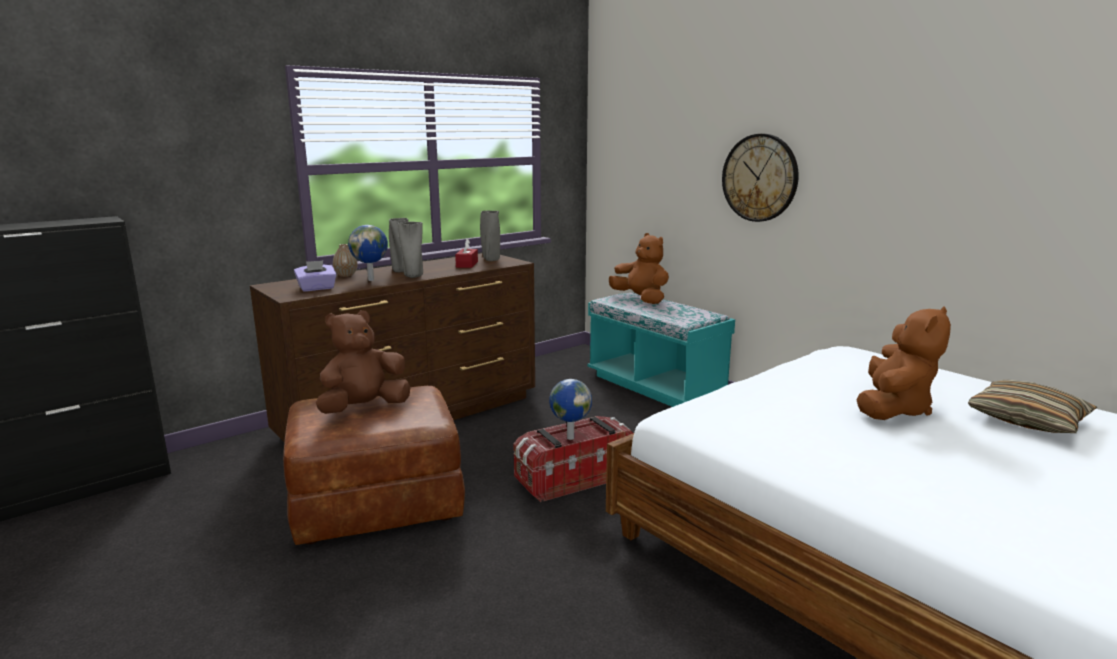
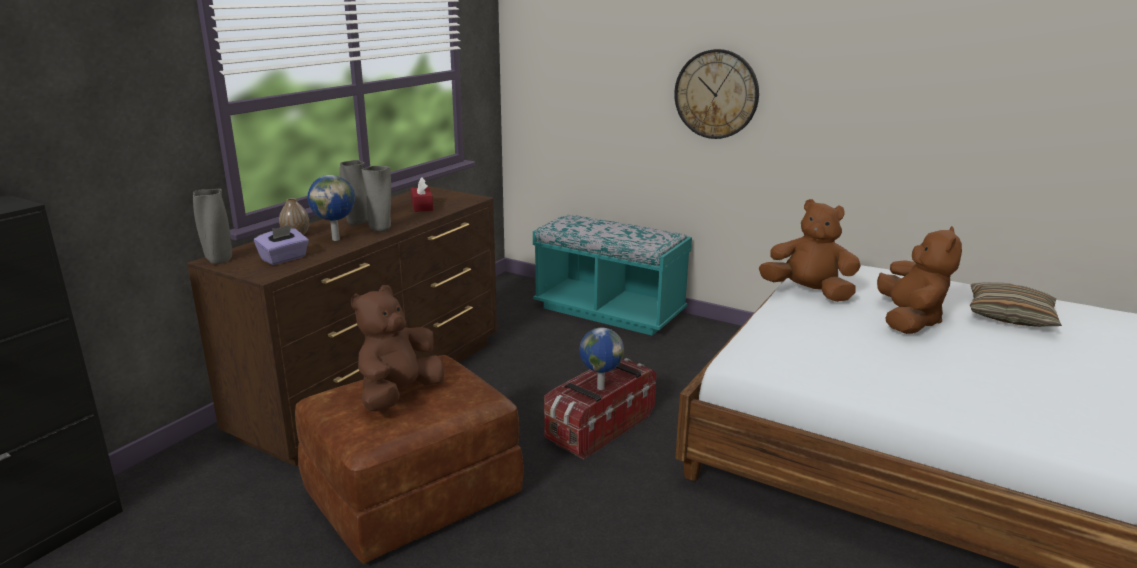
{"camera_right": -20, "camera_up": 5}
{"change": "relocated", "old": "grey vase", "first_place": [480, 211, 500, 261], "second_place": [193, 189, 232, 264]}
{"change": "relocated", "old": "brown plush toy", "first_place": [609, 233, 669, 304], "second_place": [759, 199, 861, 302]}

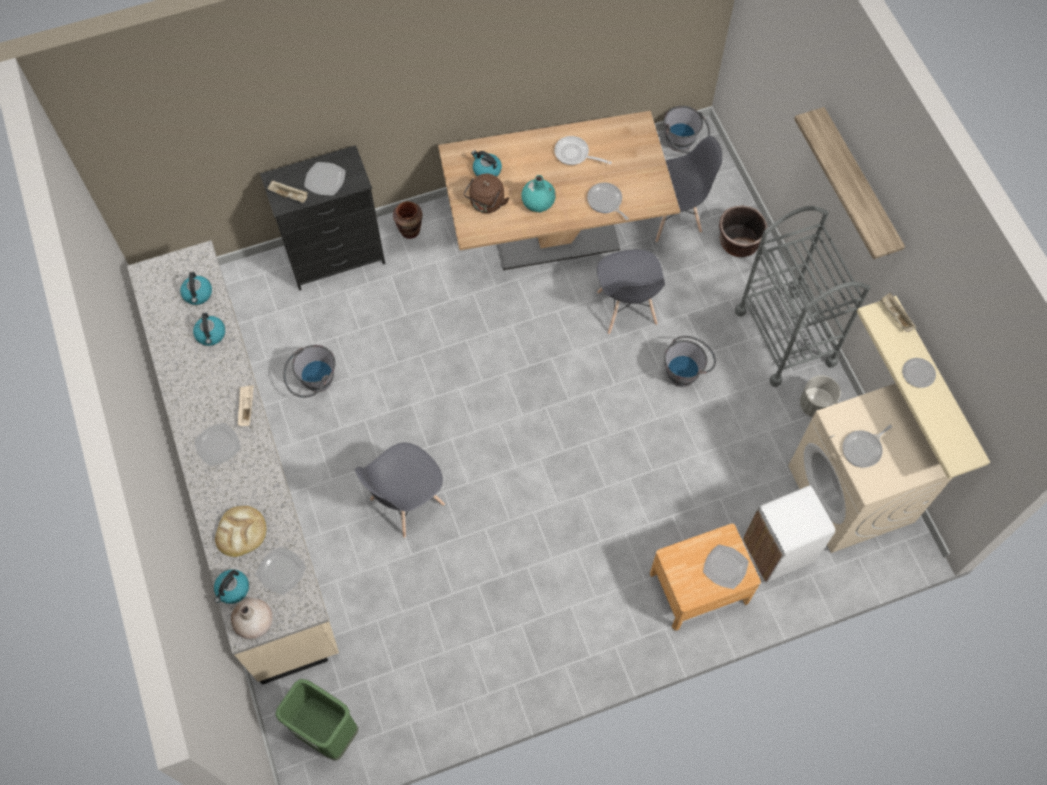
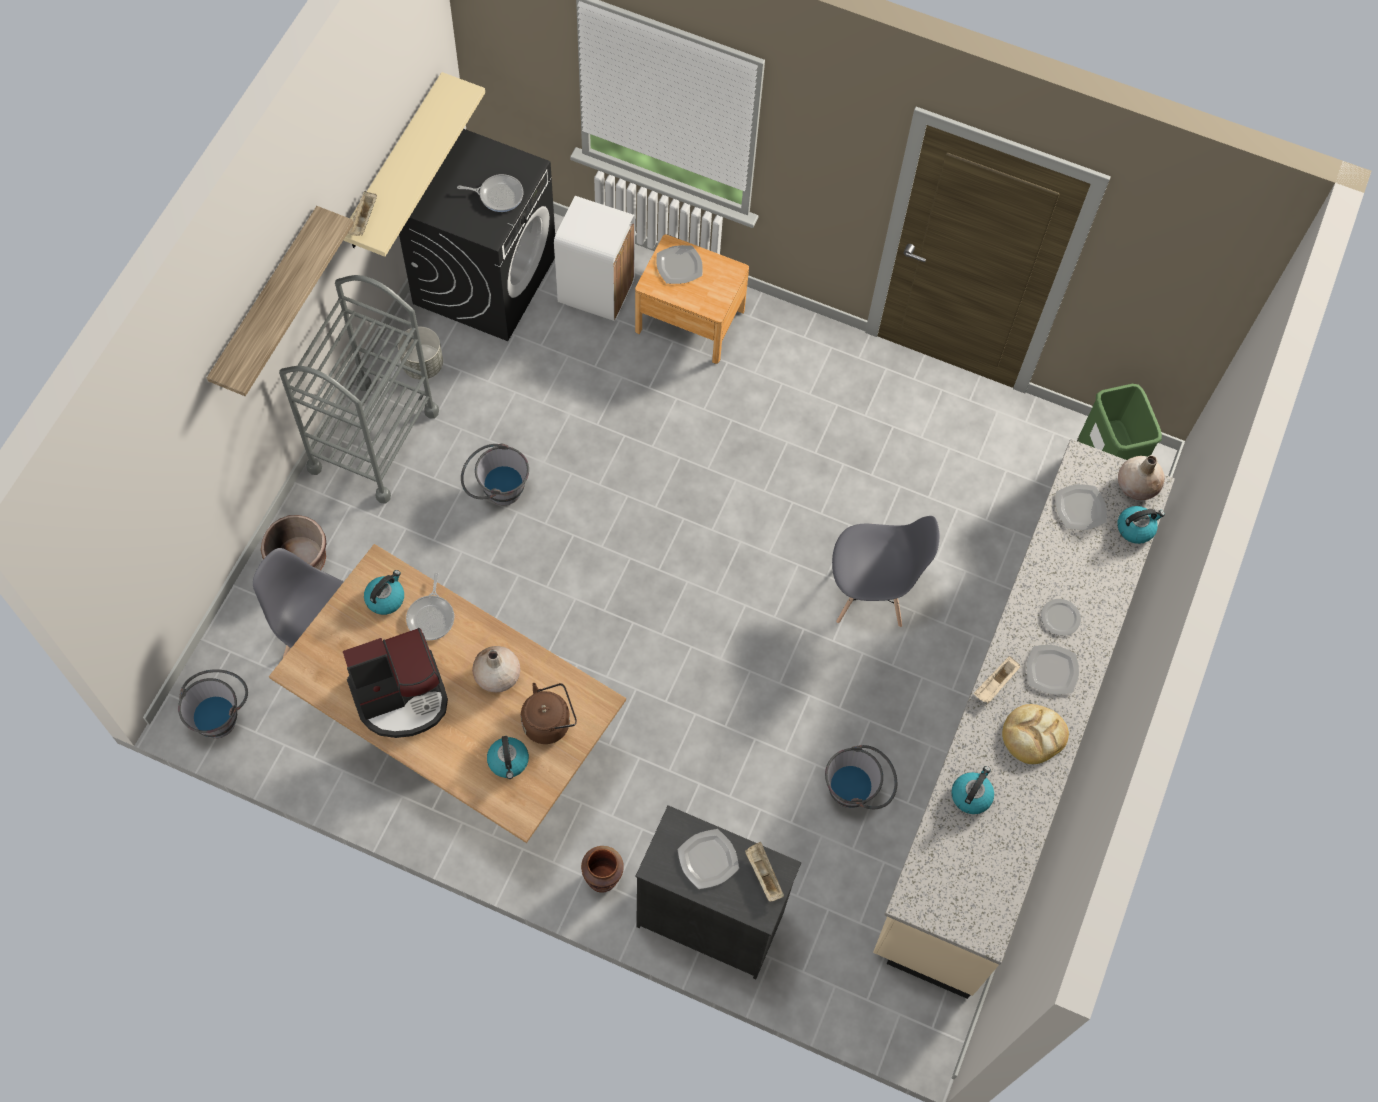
{"camera_right": -140, "camera_up": 0}
{"change": "relocated", "old": "kettle", "first_place": [180, 272, 212, 305], "second_place": [364, 570, 404, 615]}
{"change": "relocated", "old": "bread", "first_place": [215, 506, 267, 557], "second_place": [1002, 704, 1069, 764]}
{"change": "colour", "old": "turquoise vase", "new": "beige vase", "first_place": [522, 175, 556, 212], "second_place": [472, 646, 520, 692]}
{"change": "exchanged", "old": "frying pan", "new": "coffee machine", "first_place": [554, 136, 612, 165], "second_place": [343, 628, 448, 738]}
{"change": "missing", "old": "grey chair", "first_place": [597, 249, 665, 334]}
{"change": "colour", "old": "beige washing machine", "new": "black washing machine", "first_place": [788, 383, 952, 553], "second_place": [399, 129, 555, 341]}
{"change": "relocated", "old": "plate", "first_place": [902, 358, 936, 388], "second_place": [1041, 599, 1081, 636]}

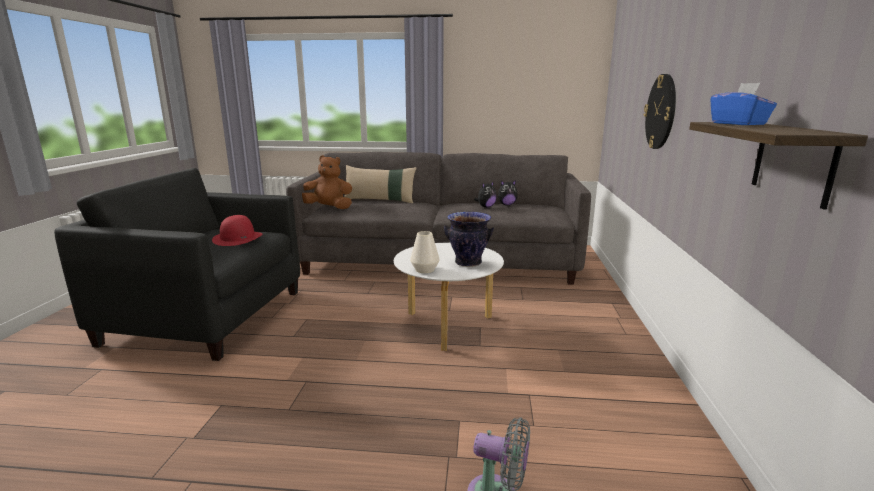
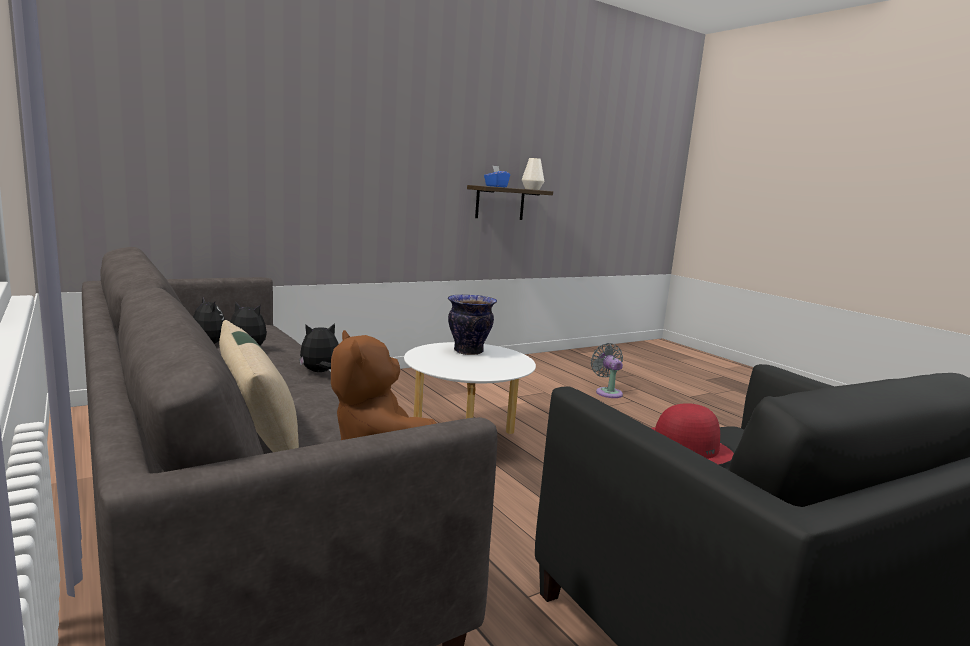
{"camera_right": -130, "camera_up": -5}
{"change": "relocated", "old": "white vase", "first_place": [410, 231, 440, 273], "second_place": [522, 158, 544, 190]}
{"change": "missing", "old": "wall clock", "first_place": [644, 74, 676, 149]}
{"change": "appeared", "new": "plush toy", "second_place": [299, 323, 339, 372]}

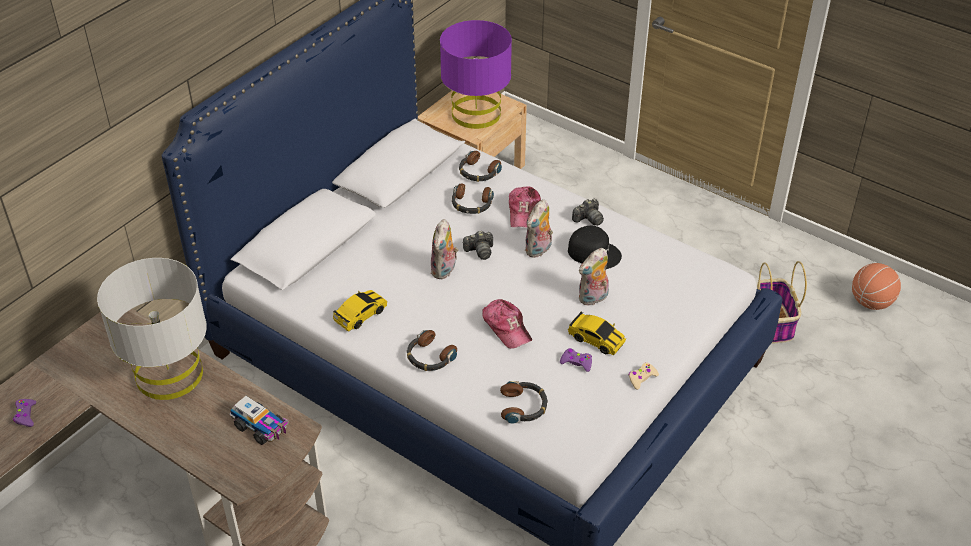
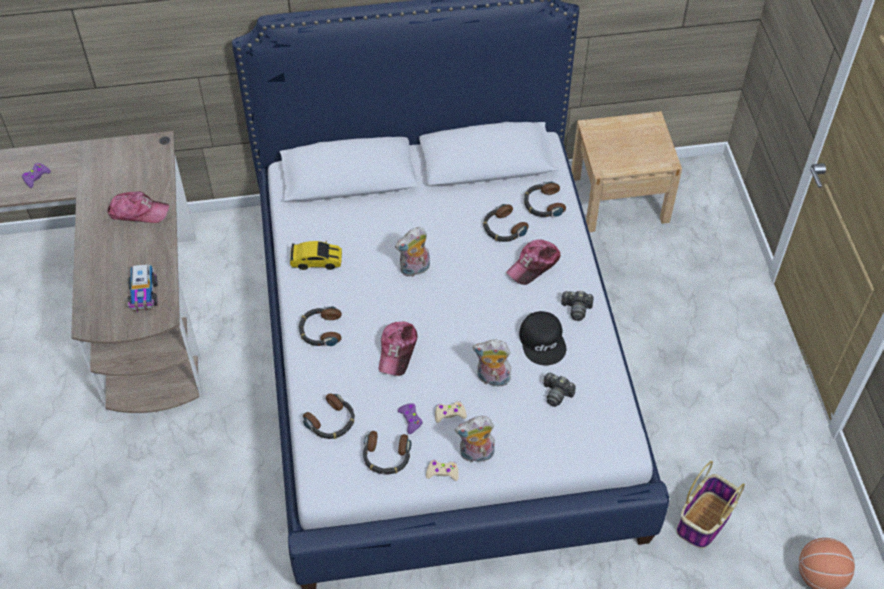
{"camera_right": 45, "camera_up": 10}
{"change": "exchanged", "old": "grey table lamp", "new": "cap", "first_place": [97, 258, 207, 400], "second_place": [107, 191, 169, 223]}
{"change": "missing", "old": "purple table lamp", "first_place": [440, 20, 512, 129]}
{"change": "relocated", "old": "photo camera", "first_place": [462, 231, 493, 260], "second_place": [544, 373, 576, 407]}
{"change": "relocated", "old": "plush toy", "first_place": [525, 199, 553, 258], "second_place": [455, 416, 495, 462]}
{"change": "exchanged", "old": "toy car", "new": "beige game controller", "first_place": [568, 312, 626, 355], "second_place": [435, 401, 467, 423]}
{"change": "appeared", "new": "headphones", "second_place": [363, 431, 412, 474]}

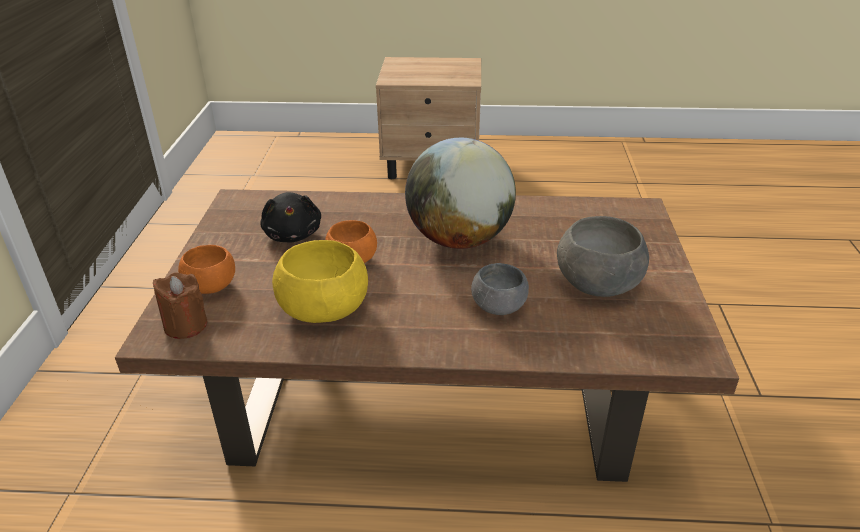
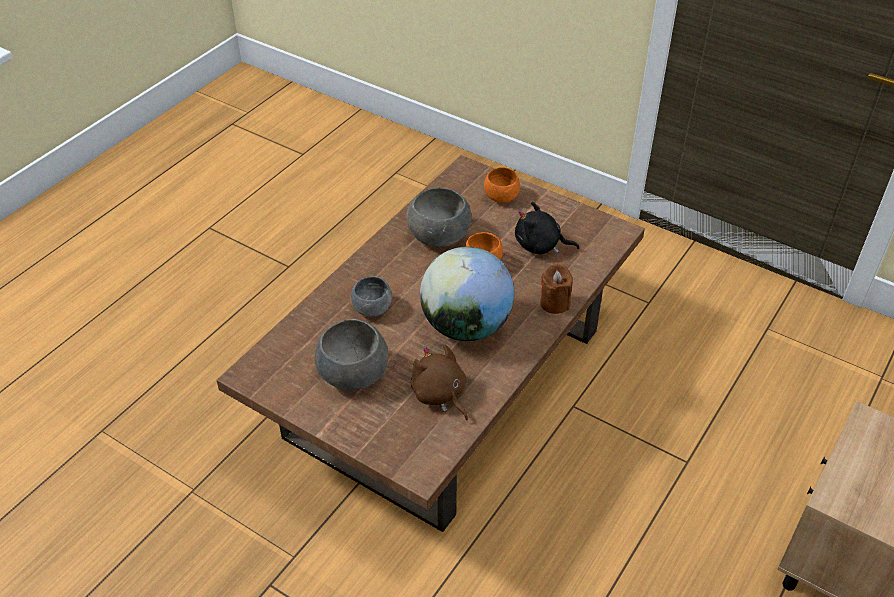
{"camera_right": 120, "camera_up": 10}
{"change": "relocated", "old": "brown candle", "first_place": [153, 272, 207, 339], "second_place": [540, 264, 573, 314]}
{"change": "colour", "old": "yellow bowl", "new": "grey bowl", "first_place": [272, 240, 368, 323], "second_place": [406, 188, 471, 247]}
{"change": "appeared", "new": "brown plush toy", "second_place": [411, 344, 468, 420]}

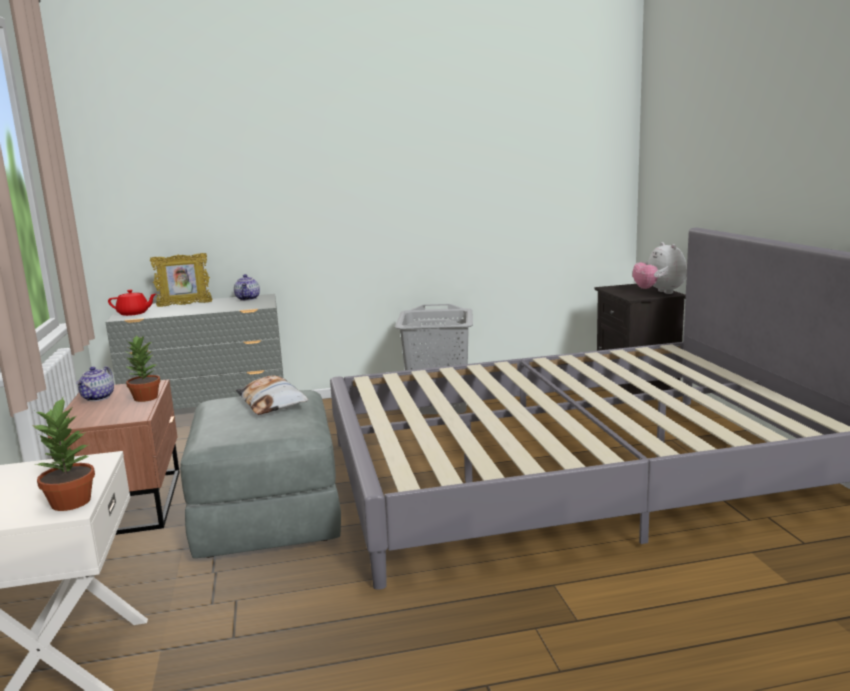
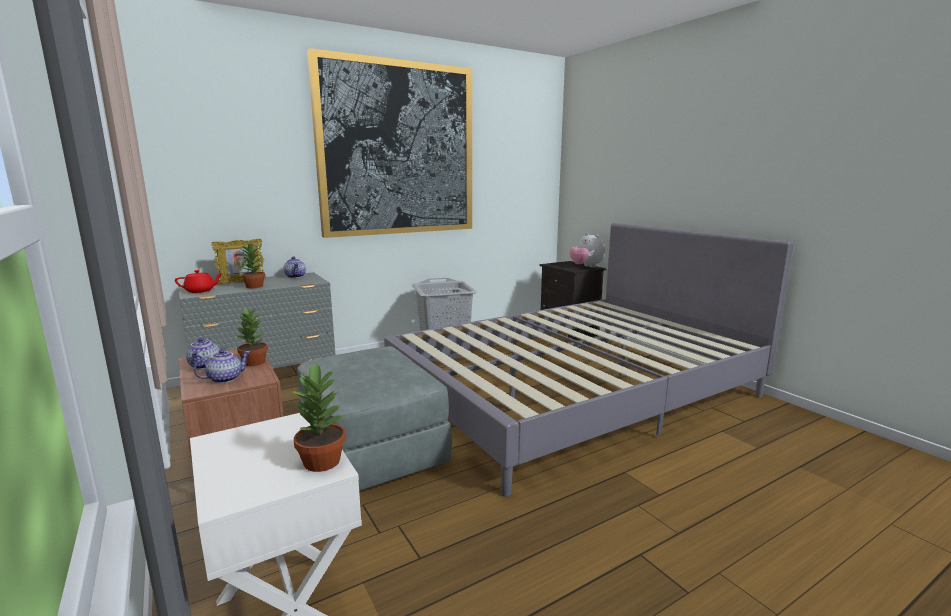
{"camera_right": -20, "camera_up": 0}
{"change": "missing", "old": "pillow", "first_place": [236, 375, 308, 415]}
{"change": "appeared", "new": "teapot", "second_place": [193, 349, 250, 383]}
{"change": "appeared", "new": "potted plant", "second_place": [241, 243, 265, 288]}
{"change": "appeared", "new": "picture", "second_place": [307, 48, 472, 238]}

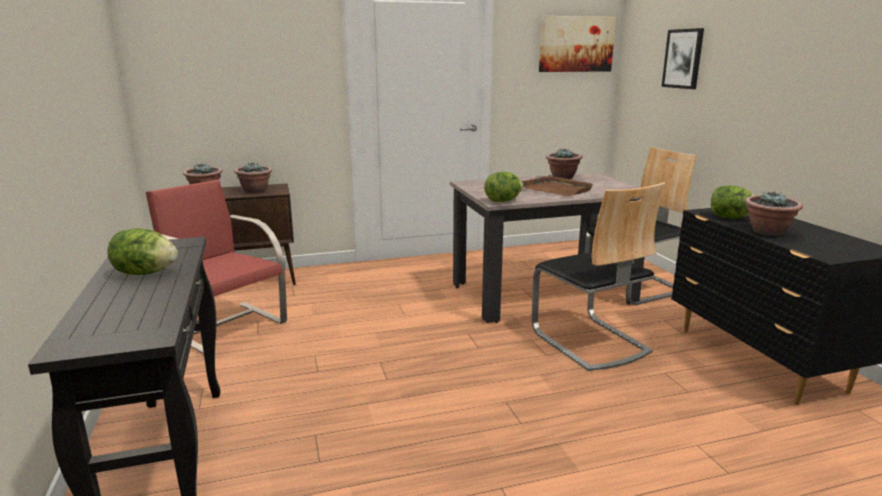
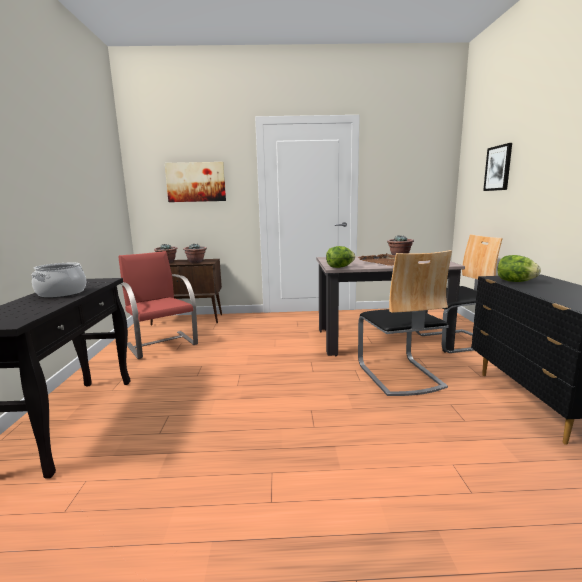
{"camera_right": 15, "camera_up": -5}
{"change": "exchanged", "old": "lettuce", "new": "cooking pot", "first_place": [107, 228, 178, 275], "second_place": [31, 263, 86, 298]}
{"change": "relocated", "old": "picture", "first_place": [539, 16, 616, 72], "second_place": [165, 162, 226, 202]}
{"change": "missing", "old": "potted plant", "first_place": [745, 192, 803, 236]}

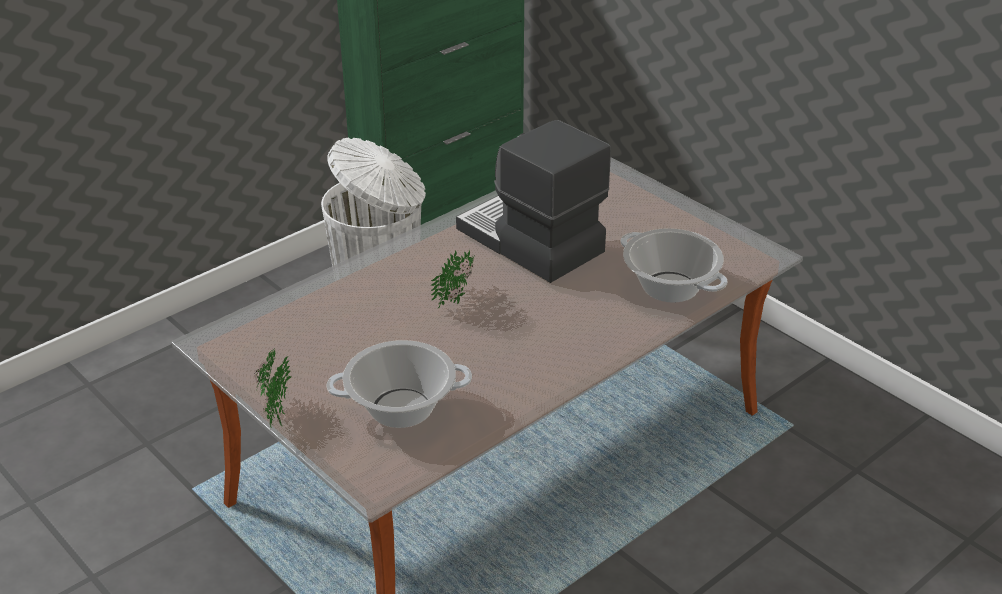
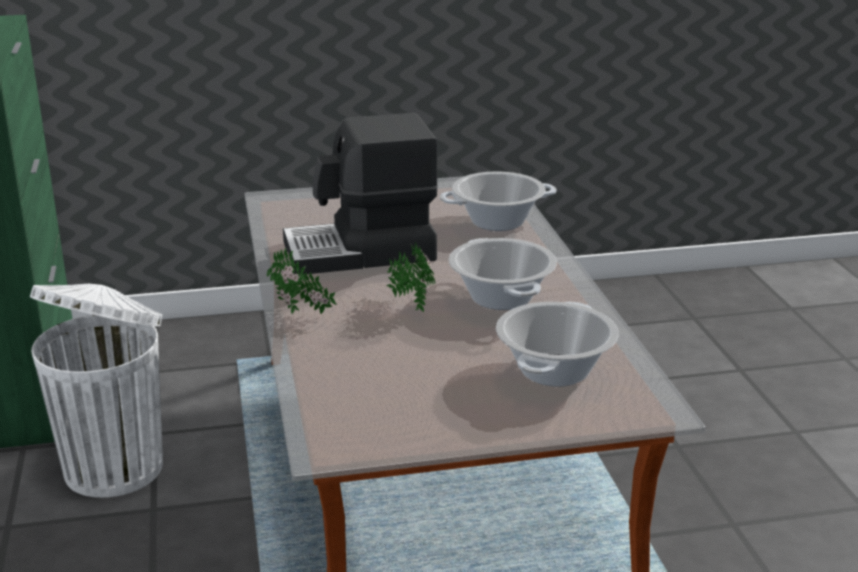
{"camera_right": -60, "camera_up": -10}
{"change": "relocated", "old": "potted plant", "first_place": [254, 349, 291, 428], "second_place": [267, 248, 337, 314]}
{"change": "appeared", "new": "cooking pot", "second_place": [449, 238, 557, 310]}

